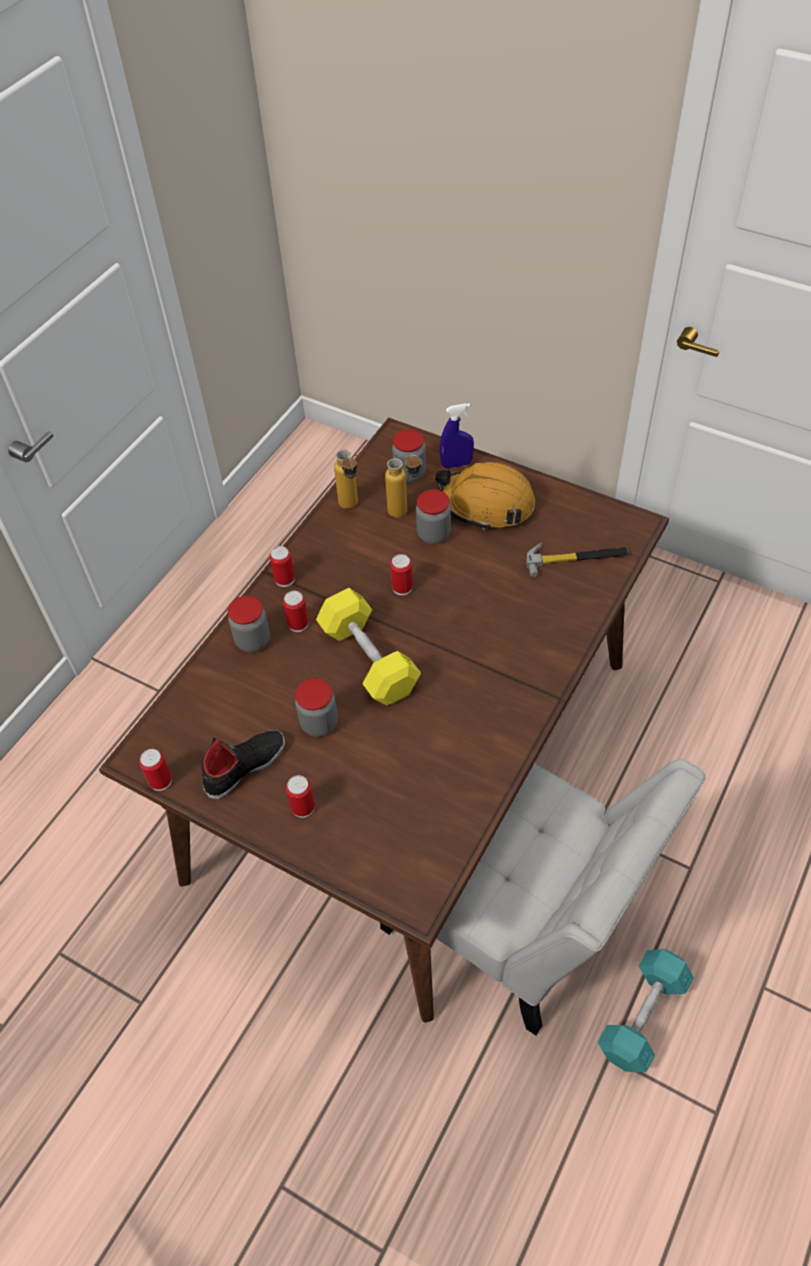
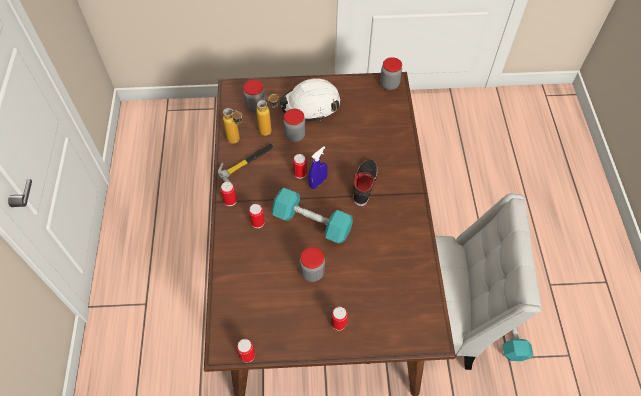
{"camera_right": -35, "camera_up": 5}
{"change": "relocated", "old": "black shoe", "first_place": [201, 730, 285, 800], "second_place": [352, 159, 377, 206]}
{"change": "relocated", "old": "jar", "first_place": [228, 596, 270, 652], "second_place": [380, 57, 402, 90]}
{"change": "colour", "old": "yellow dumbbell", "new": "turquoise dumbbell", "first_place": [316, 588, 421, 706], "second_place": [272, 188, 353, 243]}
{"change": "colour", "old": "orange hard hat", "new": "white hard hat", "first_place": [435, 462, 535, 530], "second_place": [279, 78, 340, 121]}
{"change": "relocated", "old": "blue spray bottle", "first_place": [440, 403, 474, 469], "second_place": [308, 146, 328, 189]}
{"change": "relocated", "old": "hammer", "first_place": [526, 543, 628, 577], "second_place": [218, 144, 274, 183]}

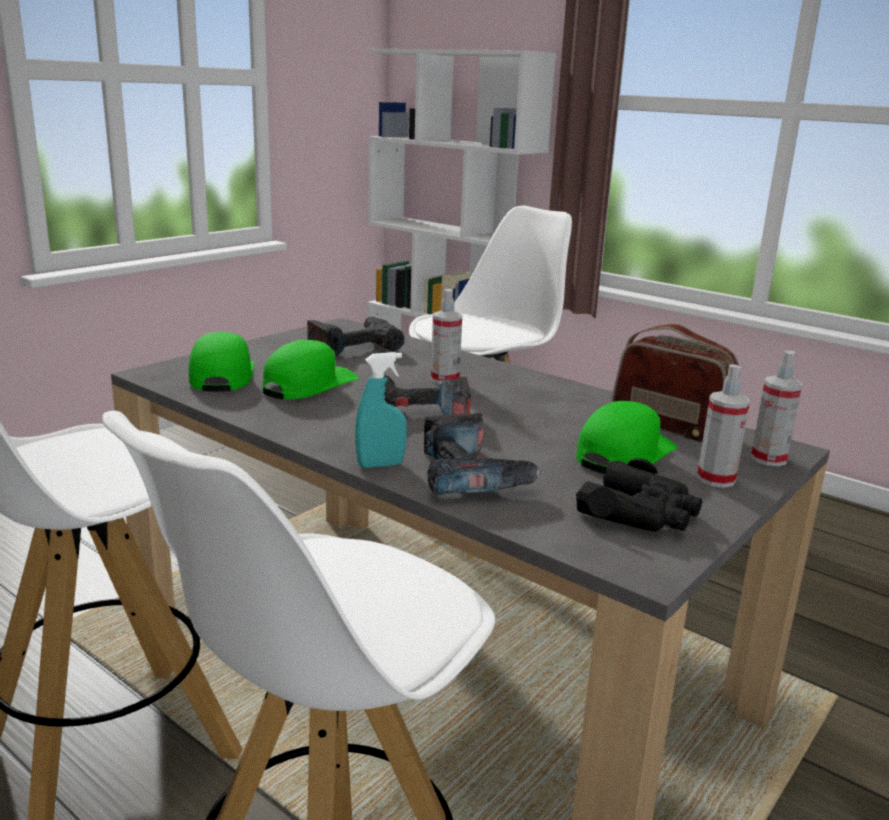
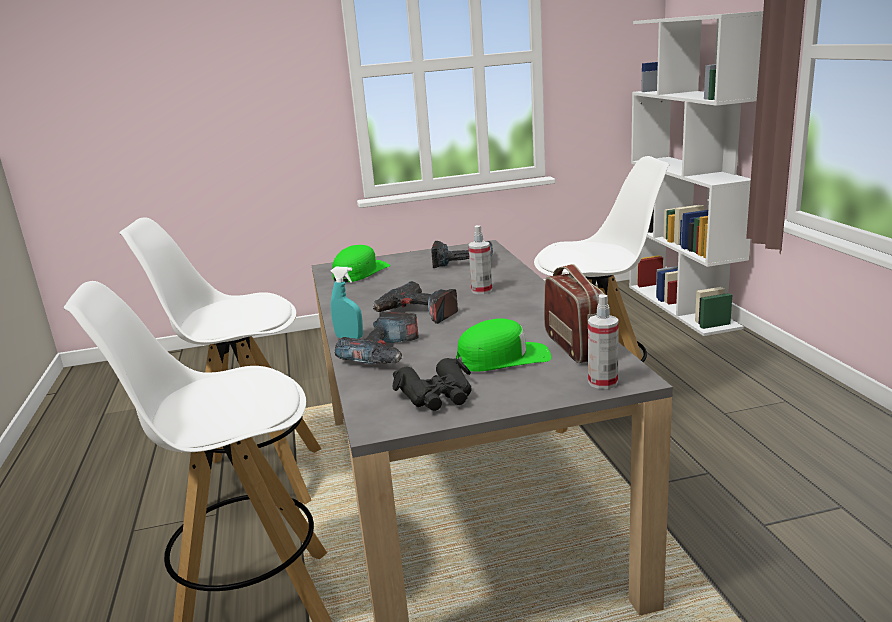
{"camera_right": 40, "camera_up": 0}
{"change": "missing", "old": "green cap", "first_place": [263, 340, 359, 399]}
{"change": "missing", "old": "spray bottle", "first_place": [697, 364, 750, 488]}

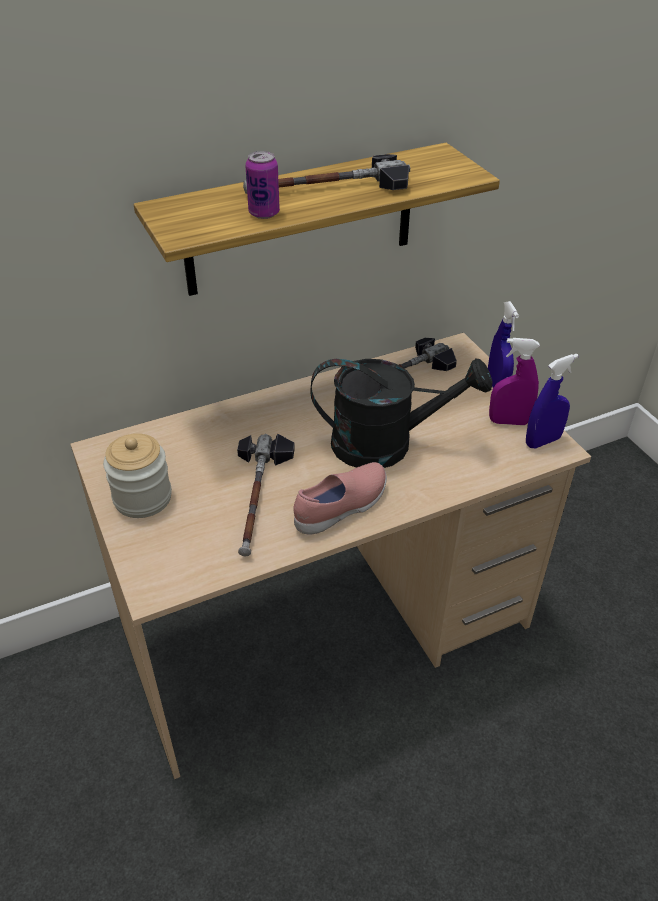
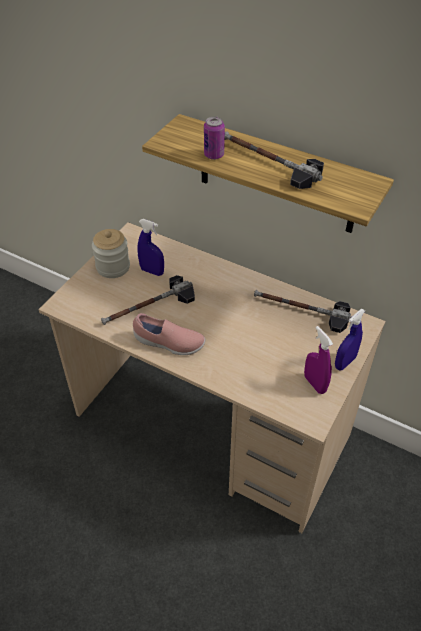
{"camera_right": 55, "camera_up": 5}
{"change": "missing", "old": "black watering can", "first_place": [310, 358, 492, 468]}
{"change": "relocated", "old": "blue spray bottle", "first_place": [526, 354, 579, 448], "second_place": [137, 219, 164, 276]}

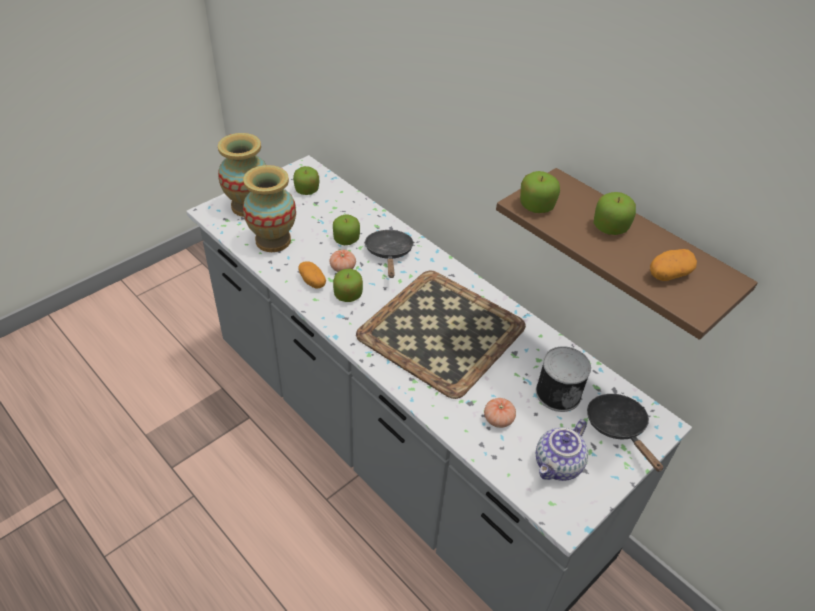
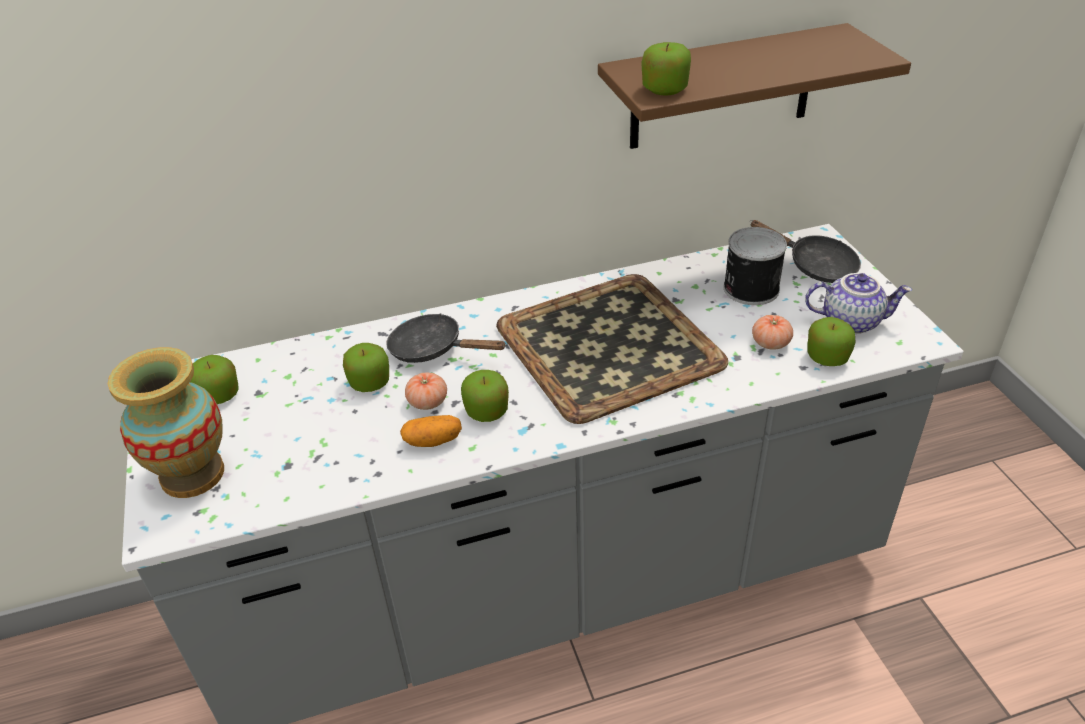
{"camera_right": -60, "camera_up": -5}
{"change": "missing", "old": "vase", "first_place": [243, 165, 296, 252]}
{"change": "spun", "old": "teapot", "first_place": [536, 419, 588, 481], "second_place": [805, 273, 912, 334], "degrees": -60}
{"change": "spun", "old": "black frying pan", "first_place": [587, 394, 663, 472], "second_place": [750, 220, 861, 283], "degrees": -150}
{"change": "relocated", "old": "apple", "first_place": [594, 192, 636, 235], "second_place": [807, 317, 856, 366]}
{"change": "missing", "old": "potato", "first_place": [650, 249, 697, 281]}

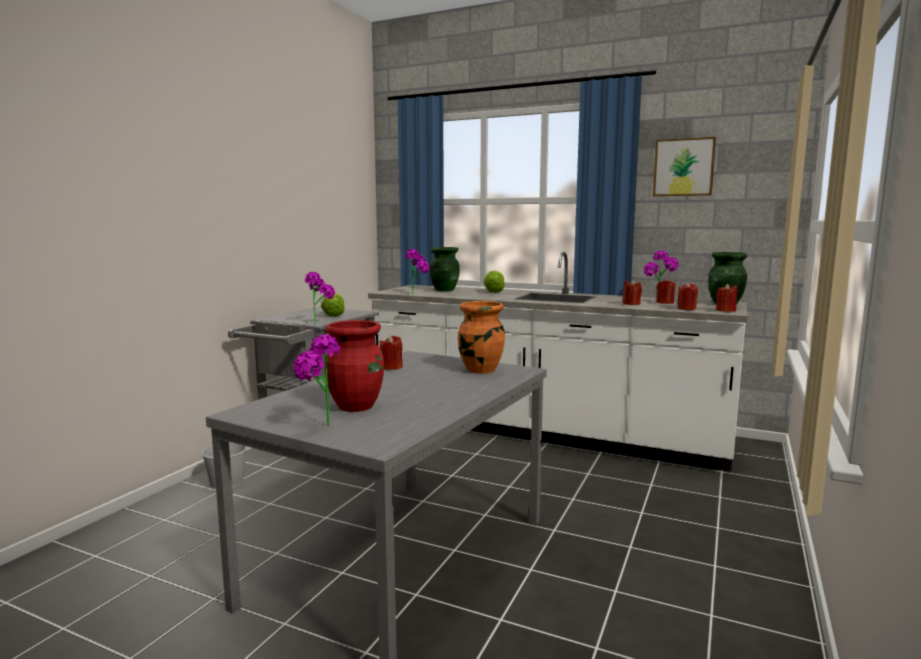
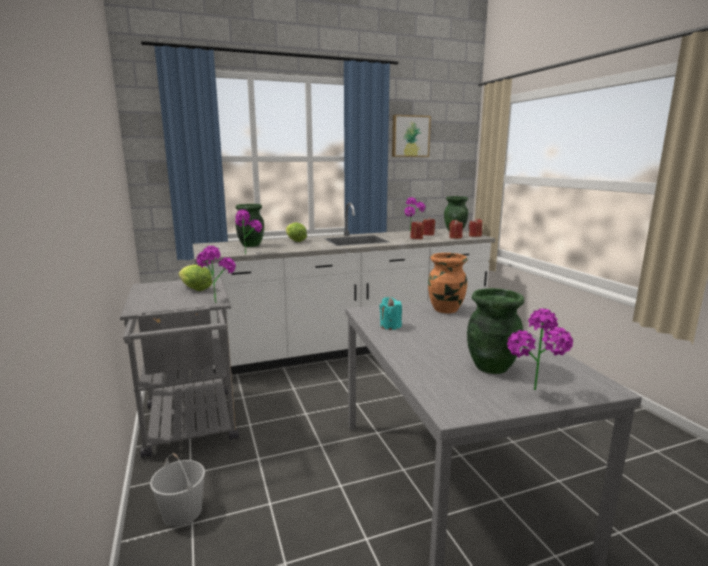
{"camera_right": -45, "camera_up": 5}
{"change": "colour", "old": "red vase", "new": "green vase", "first_place": [325, 320, 384, 412], "second_place": [467, 288, 524, 374]}
{"change": "colour", "old": "red candle", "new": "turquoise candle", "first_place": [379, 335, 403, 370], "second_place": [379, 297, 402, 330]}

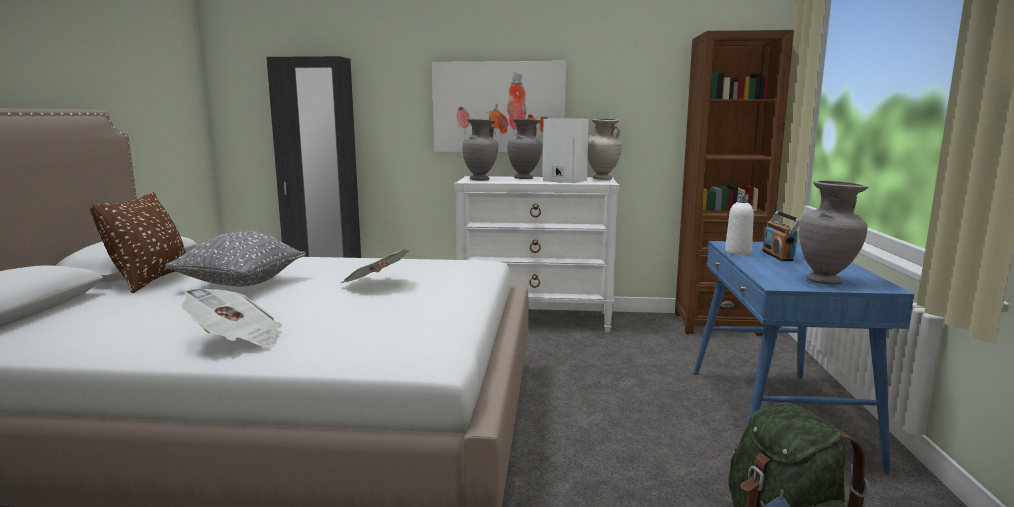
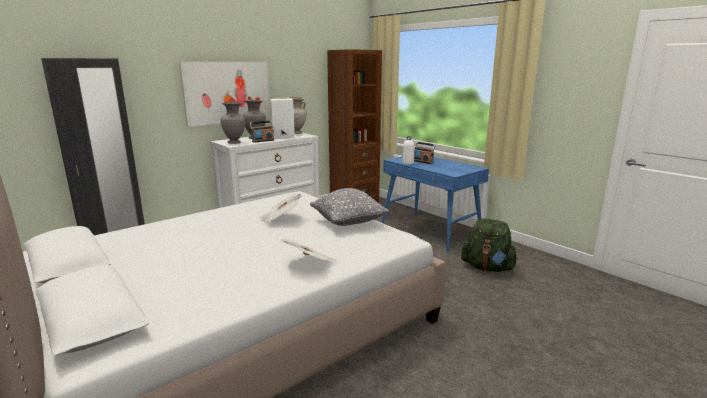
{"camera_right": -45, "camera_up": 5}
{"change": "missing", "old": "brown pillow", "first_place": [90, 192, 186, 293]}
{"change": "relocated", "old": "grey pillow", "first_place": [165, 231, 306, 286], "second_place": [310, 188, 389, 226]}
{"change": "missing", "old": "grey vase", "first_place": [799, 181, 868, 285]}
{"change": "appeared", "new": "radio", "second_place": [249, 121, 274, 143]}

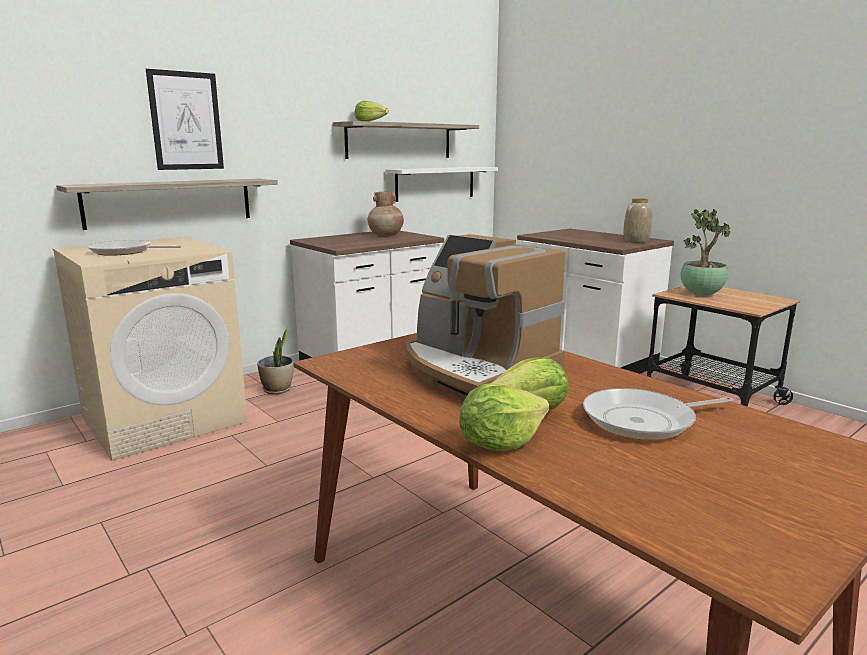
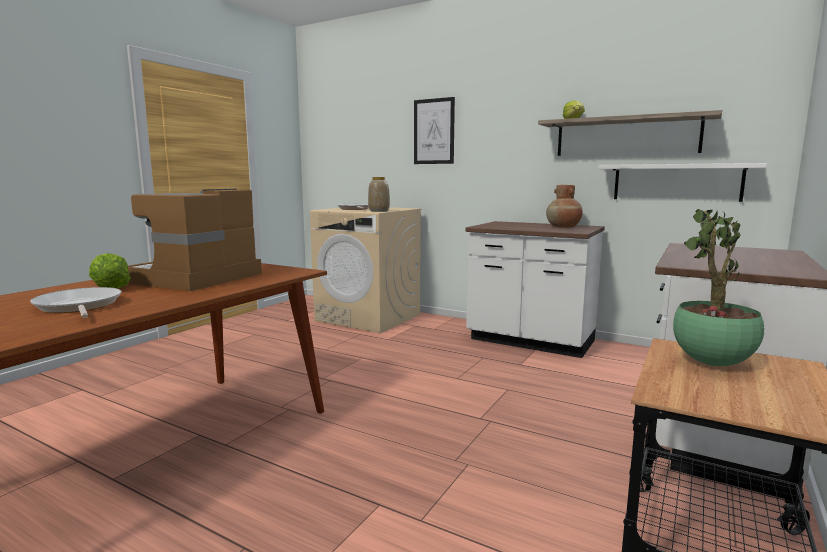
{"camera_right": 70, "camera_up": -5}
{"change": "missing", "old": "shelf", "first_place": [56, 179, 278, 230]}
{"change": "missing", "old": "potted plant", "first_place": [257, 327, 294, 394]}
{"change": "missing", "old": "lettuce", "first_place": [459, 383, 549, 451]}
{"change": "relocated", "old": "vase", "first_place": [623, 198, 652, 243], "second_place": [368, 177, 390, 212]}

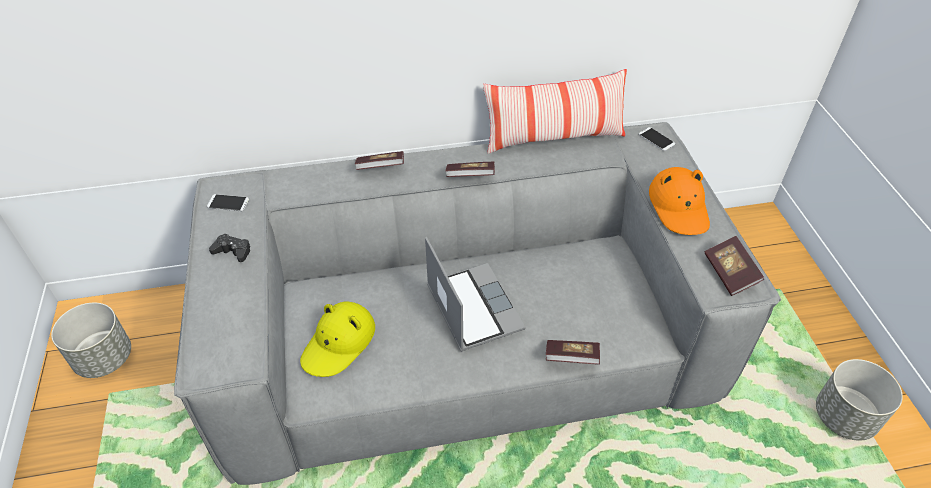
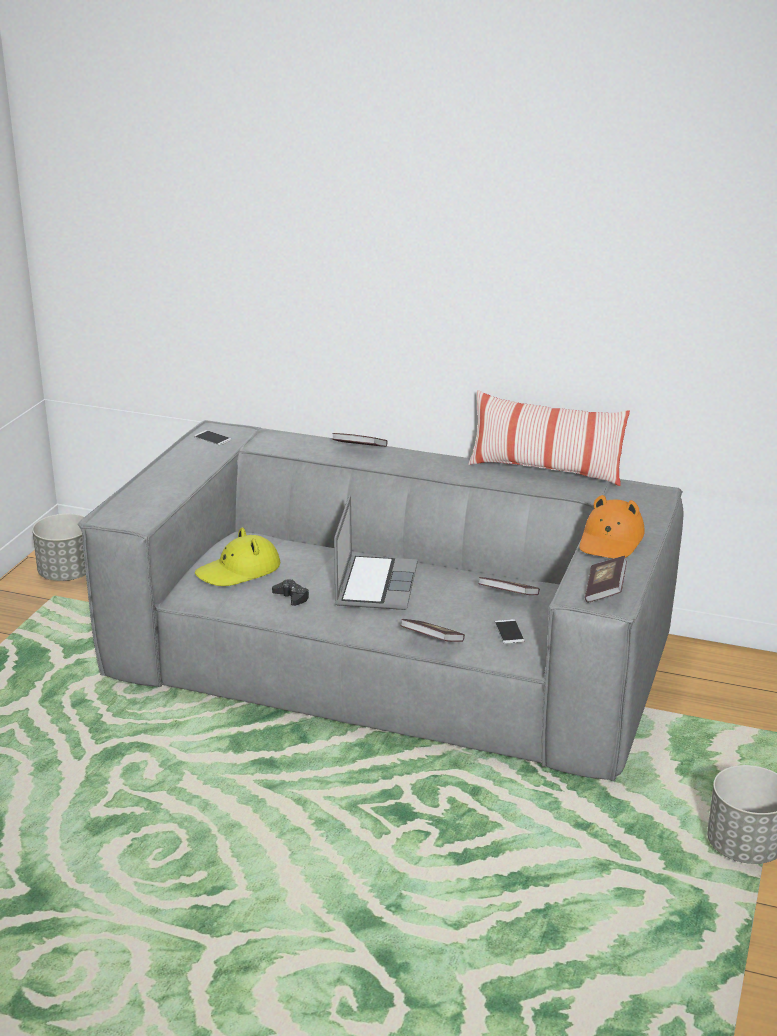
{"camera_right": 30, "camera_up": -20}
{"change": "relocated", "old": "black game controller", "first_place": [209, 234, 251, 262], "second_place": [272, 579, 309, 606]}
{"change": "relocated", "old": "book", "first_place": [445, 162, 495, 177], "second_place": [478, 577, 540, 595]}
{"change": "relocated", "old": "phone", "first_place": [639, 127, 675, 151], "second_place": [495, 619, 524, 644]}

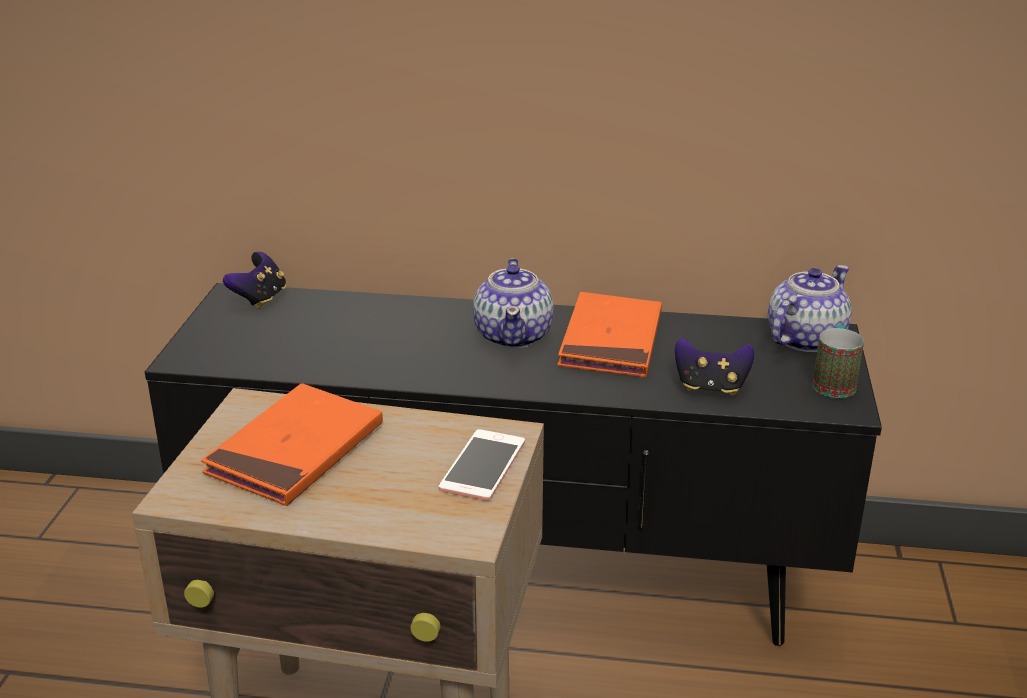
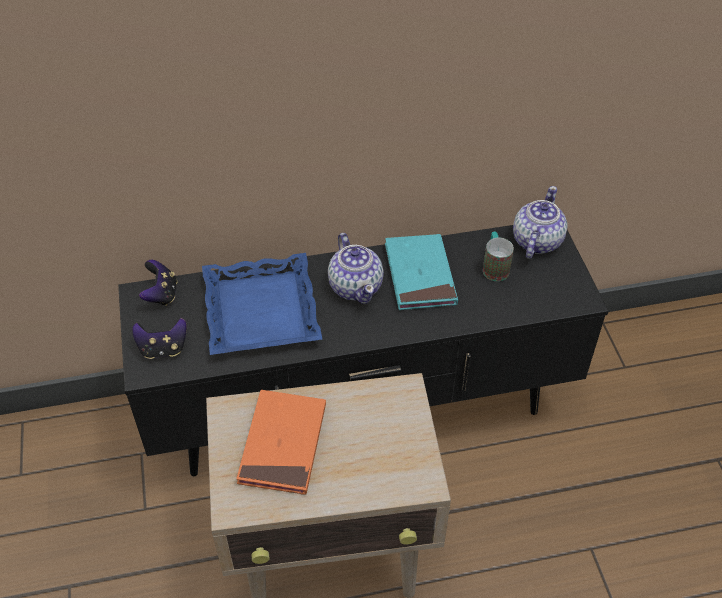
{"camera_right": -20, "camera_up": 20}
{"change": "missing", "old": "phone", "first_place": [439, 429, 525, 501]}
{"change": "colour", "old": "orange book", "new": "turquoise book", "first_place": [558, 292, 662, 377], "second_place": [385, 234, 458, 310]}
{"change": "relocated", "old": "game controller", "first_place": [675, 338, 755, 396], "second_place": [132, 318, 187, 359]}
{"change": "relocated", "old": "mug", "first_place": [812, 325, 864, 398], "second_place": [483, 232, 514, 281]}
{"change": "appeared", "new": "blue tray", "second_place": [202, 253, 322, 355]}

